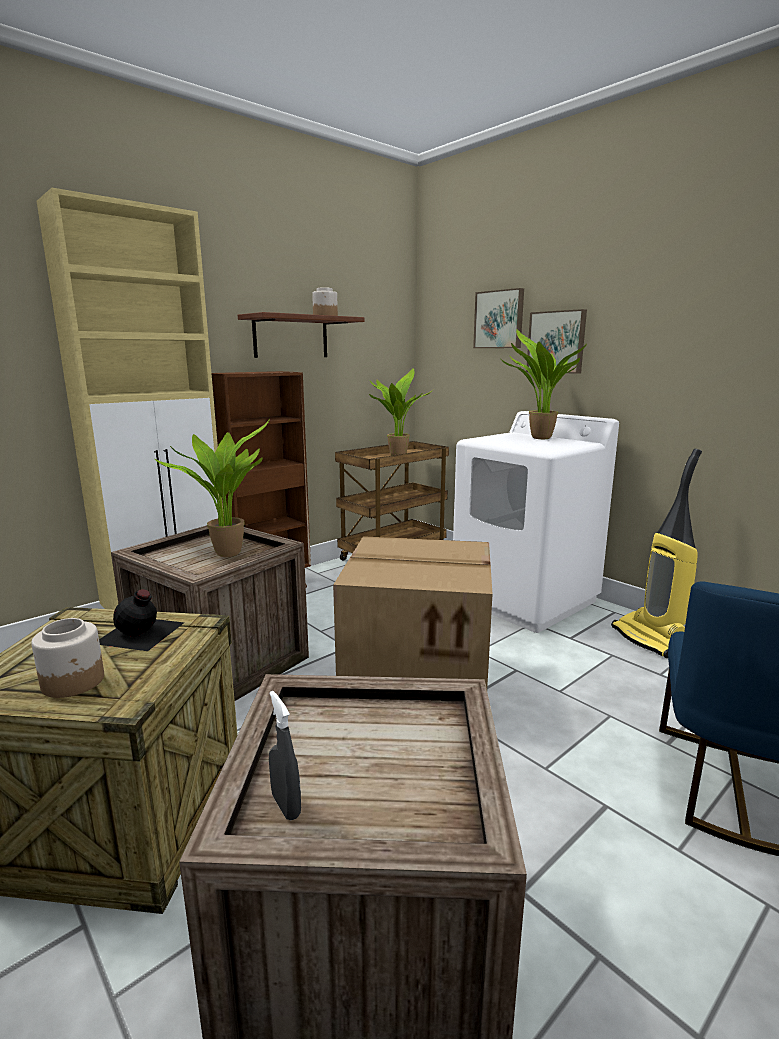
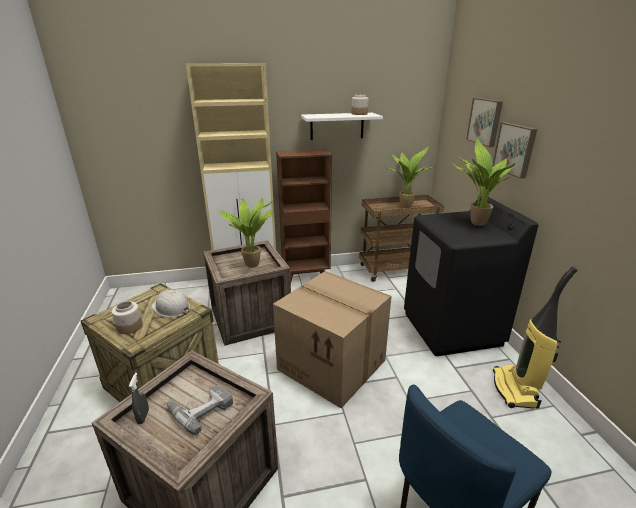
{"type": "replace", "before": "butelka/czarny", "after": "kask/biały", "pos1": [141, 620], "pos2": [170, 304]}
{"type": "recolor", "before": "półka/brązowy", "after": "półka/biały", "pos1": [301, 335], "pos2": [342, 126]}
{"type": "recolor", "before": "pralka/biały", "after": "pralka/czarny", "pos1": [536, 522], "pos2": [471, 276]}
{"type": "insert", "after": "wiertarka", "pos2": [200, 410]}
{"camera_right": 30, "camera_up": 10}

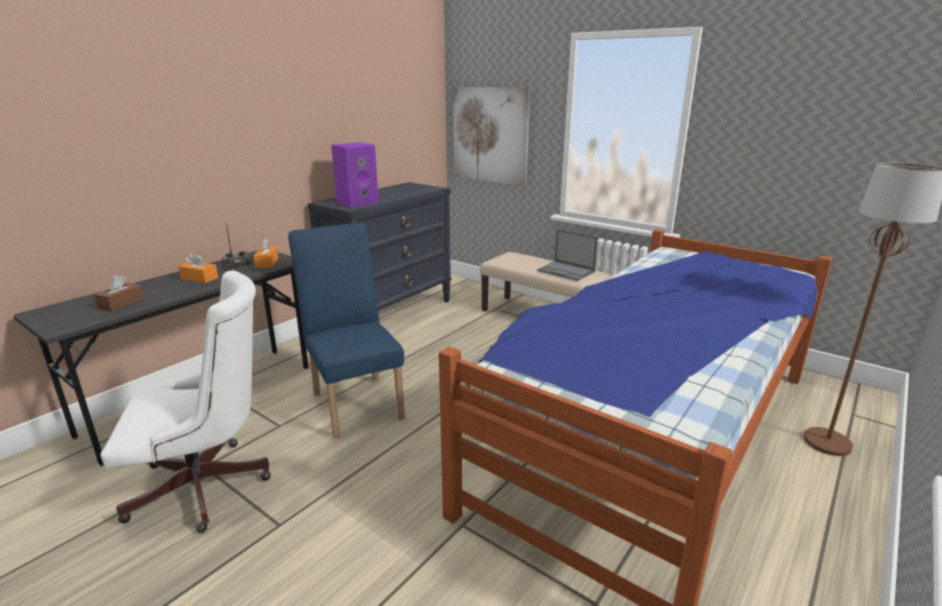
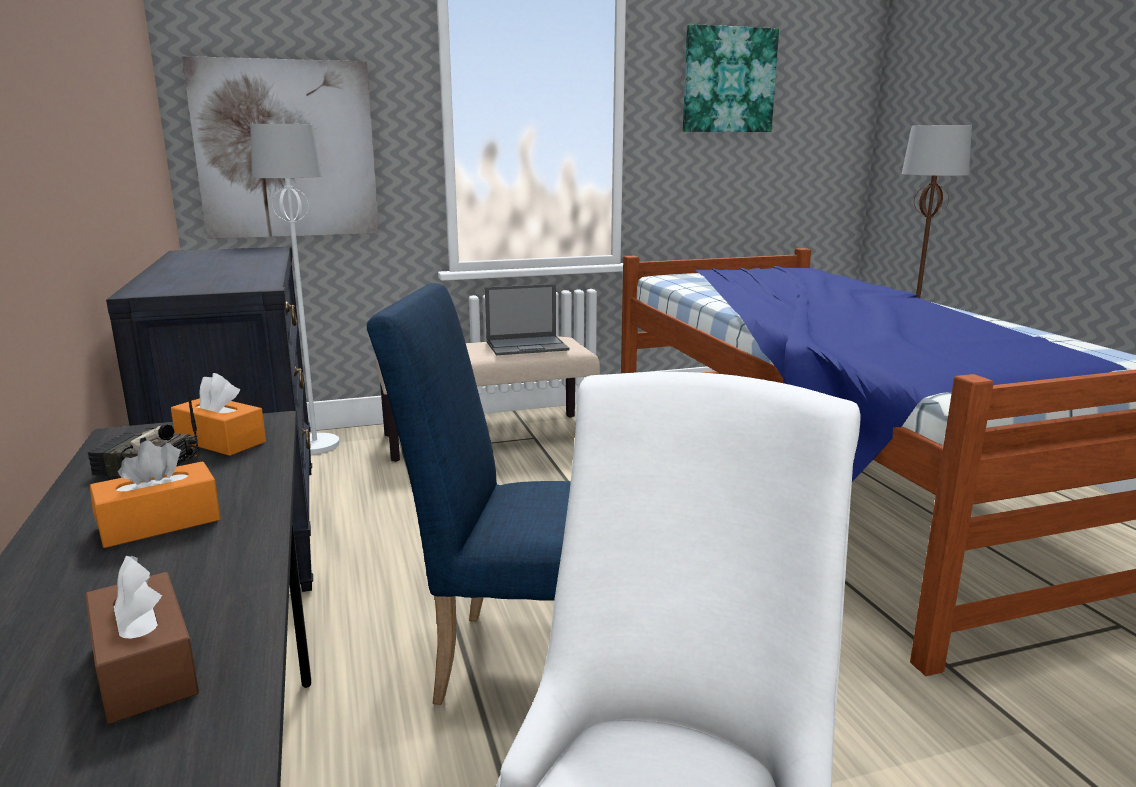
{"type": "delete", "before": "głośnik/fioletowy", "pos1": [355, 174]}
{"type": "insert", "after": "lampa stojąca/biały", "pos2": [295, 289]}
{"type": "insert", "after": "obraz", "pos2": [731, 78]}
{"camera_right": -55, "camera_up": -5}

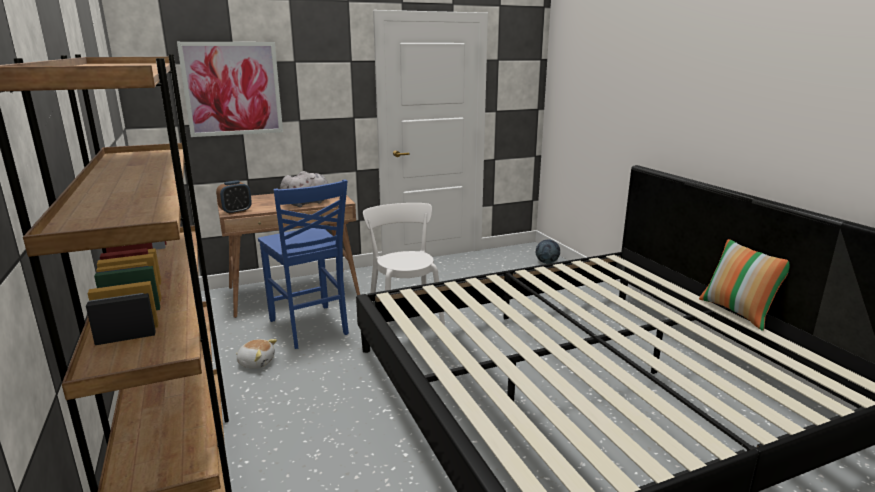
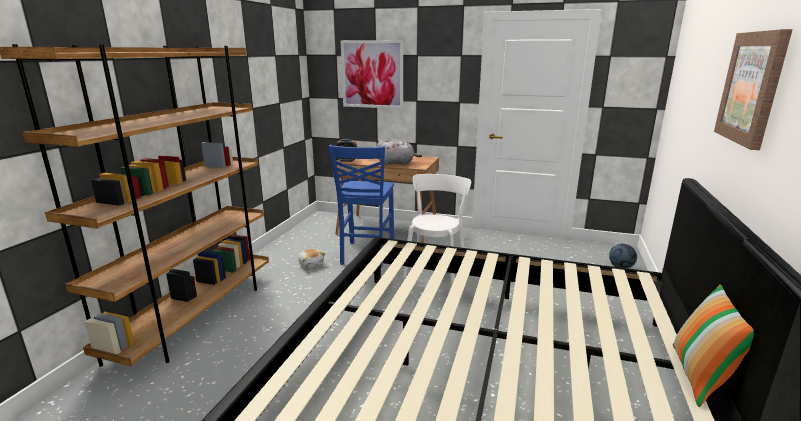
{"type": "insert", "after": "obraz", "pos2": [753, 89]}
{"camera_right": 40, "camera_up": 0}

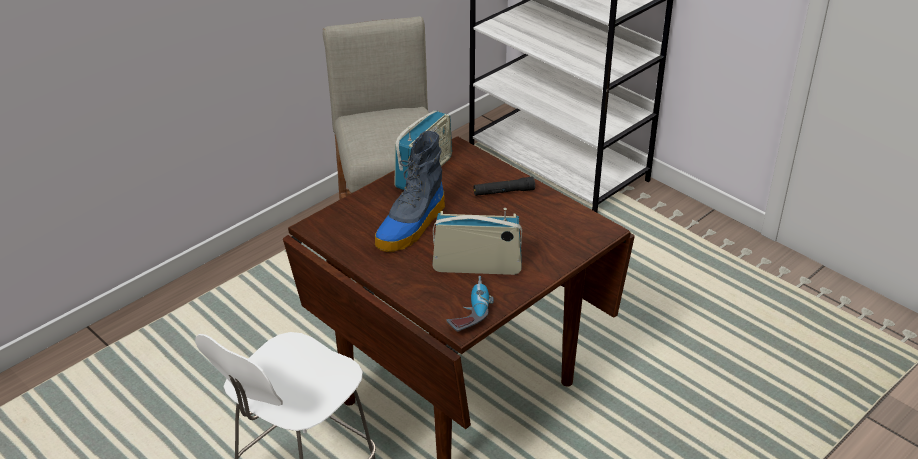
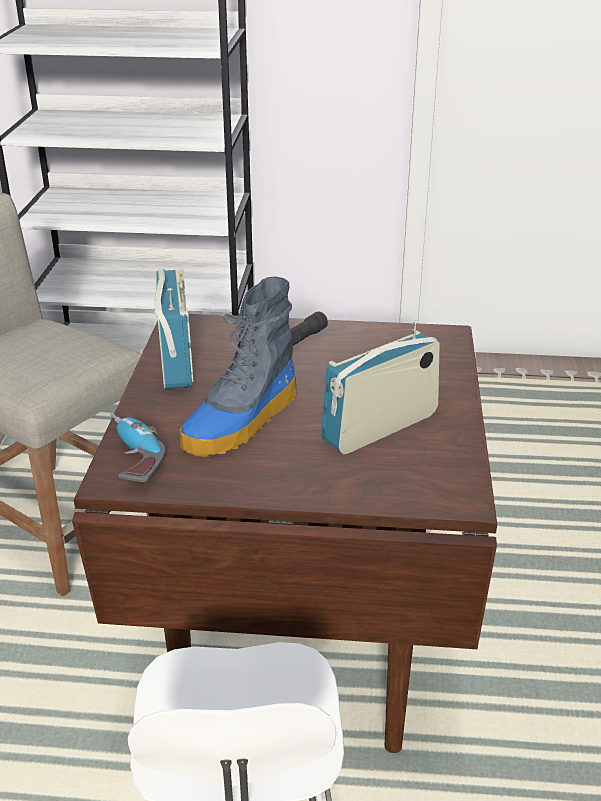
{"type": "rotate", "before": "but z cholewką", "pos1": [410, 191], "pos2": [238, 366], "turn": 45}
{"type": "move", "before": "wiertarka", "pos1": [470, 304], "pos2": [137, 447]}
{"camera_right": -40, "camera_up": -5}

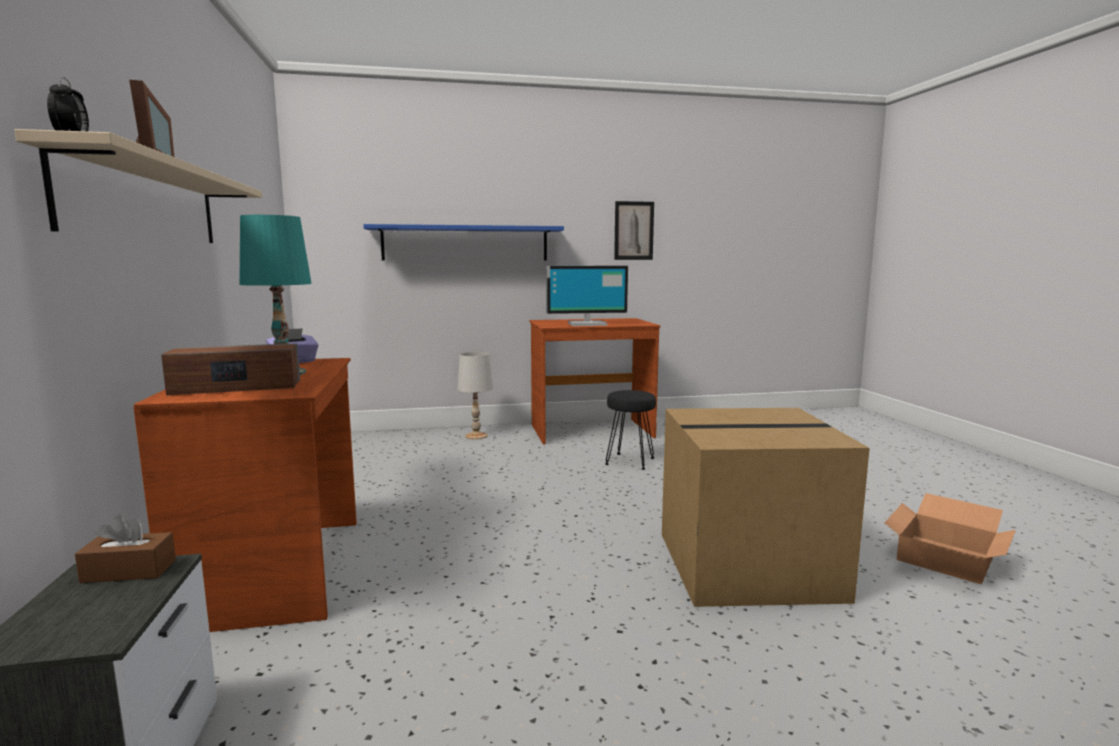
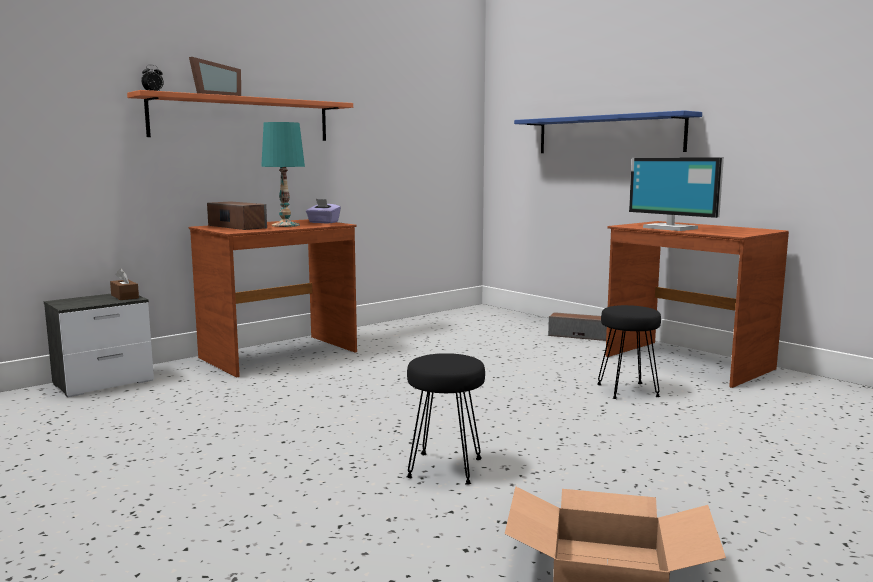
{"type": "recolor", "before": "półka/beżowy", "after": "półka/pomarańczowy", "pos1": [138, 186], "pos2": [240, 115]}
{"type": "replace", "before": "lampa stołowa/biały", "after": "głośnik", "pos1": [475, 395], "pos2": [577, 326]}
{"type": "delete", "before": "obraz", "pos1": [634, 230]}
{"type": "replace", "before": "karton", "after": "stołek/czarny", "pos1": [766, 507], "pos2": [445, 419]}
{"camera_right": 60, "camera_up": 0}

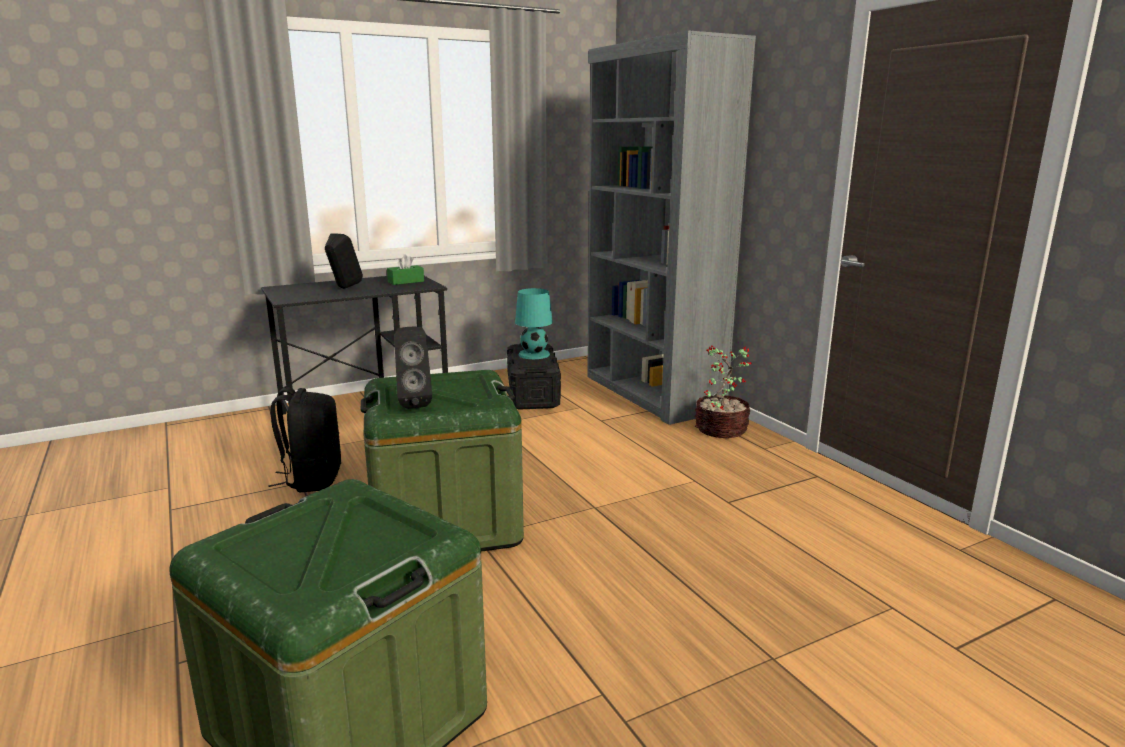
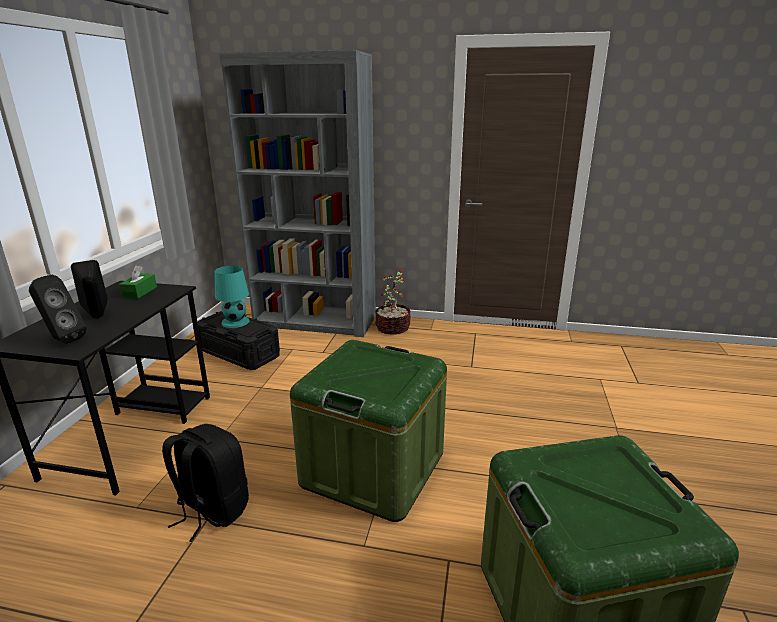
{"type": "move", "before": "głośnik/czarny", "pos1": [413, 368], "pos2": [57, 309]}
{"camera_right": -50, "camera_up": 5}

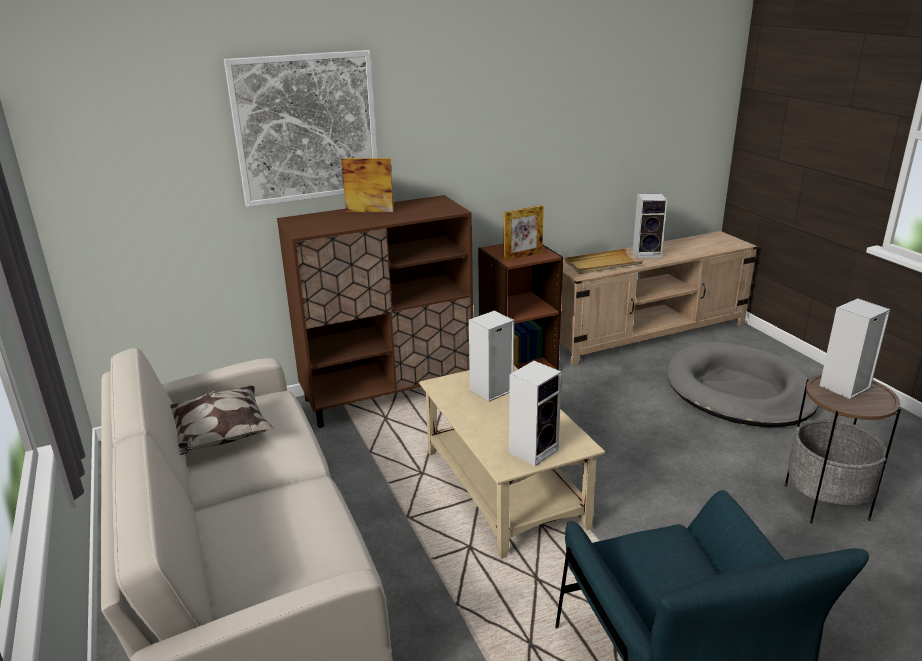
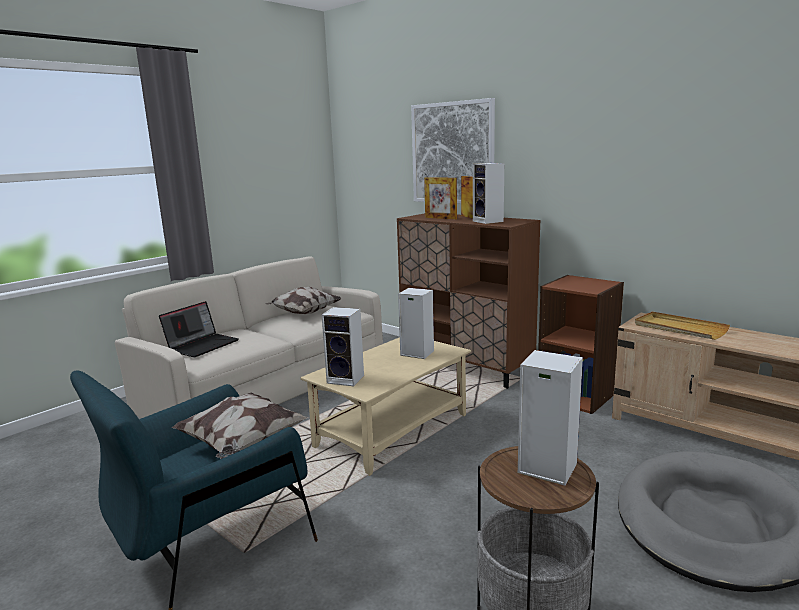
{"type": "move", "before": "ramka na zdjęcie", "pos1": [523, 233], "pos2": [440, 198]}
{"type": "move", "before": "głośnik", "pos1": [650, 226], "pos2": [488, 193]}
{"type": "insert", "after": "laptop", "pos2": [199, 329]}
{"type": "insert", "after": "poduszka", "pos2": [241, 425]}
{"camera_right": 65, "camera_up": -10}

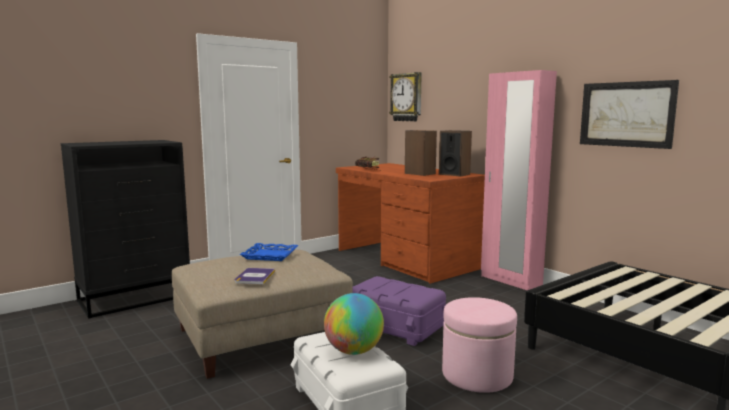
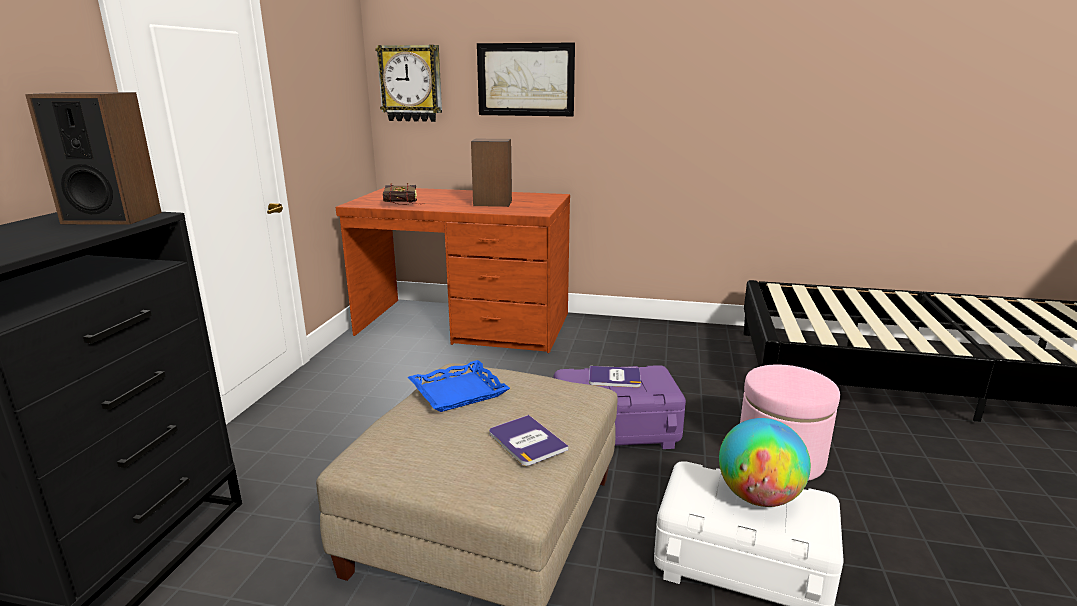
{"type": "move", "before": "głośnik", "pos1": [455, 153], "pos2": [93, 158]}
{"type": "delete", "before": "szafa/różowy", "pos1": [519, 180]}
{"type": "move", "before": "obraz", "pos1": [629, 114], "pos2": [526, 79]}
{"type": "insert", "after": "książka", "pos2": [615, 376]}
{"camera_right": -40, "camera_up": 10}

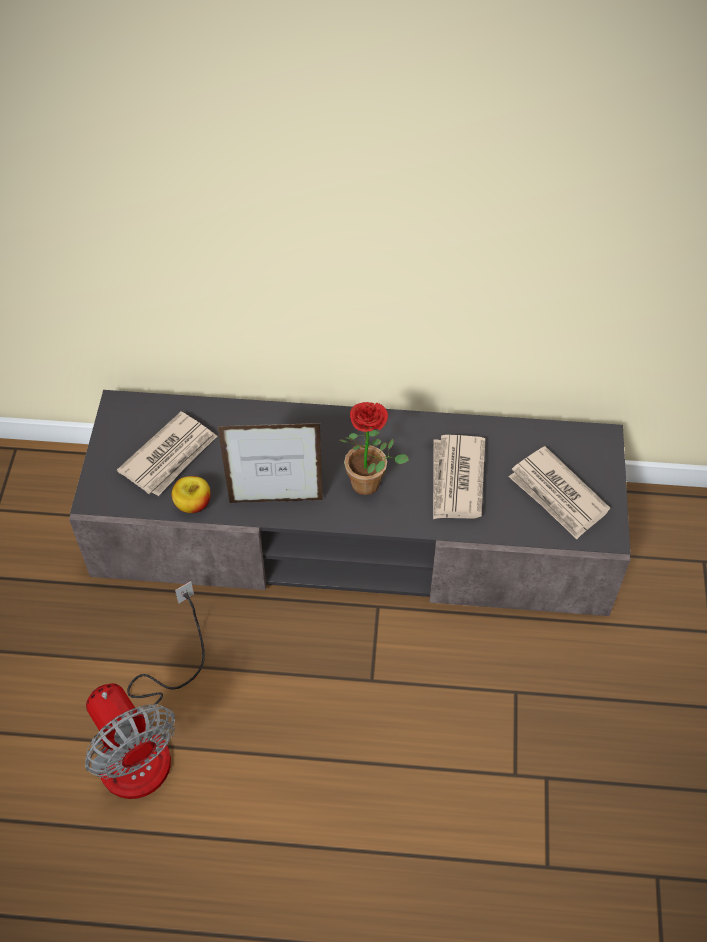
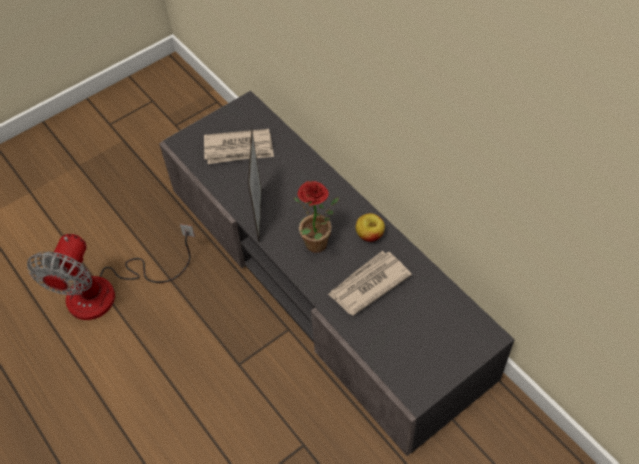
{"type": "move", "before": "jabłko", "pos1": [191, 494], "pos2": [370, 227]}
{"type": "rotate", "before": "ramka na zdjęcie", "pos1": [270, 463], "pos2": [255, 185], "turn": -135}
{"type": "delete", "before": "gazeta", "pos1": [559, 492]}
{"camera_right": 50, "camera_up": 0}

